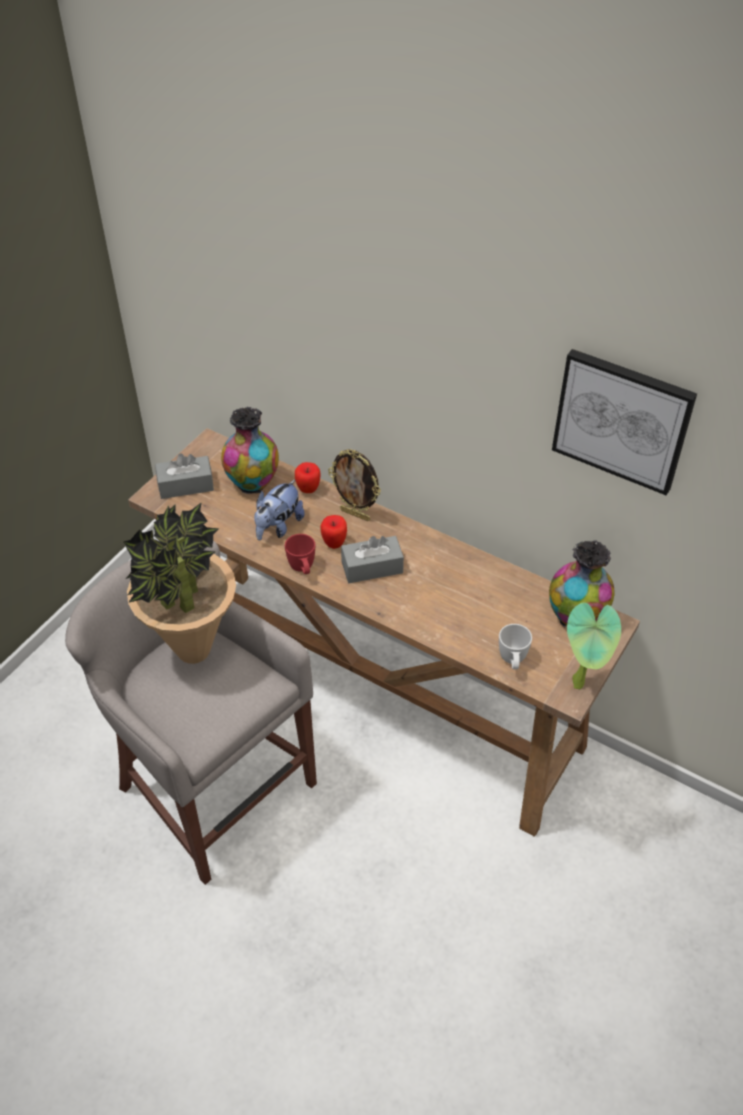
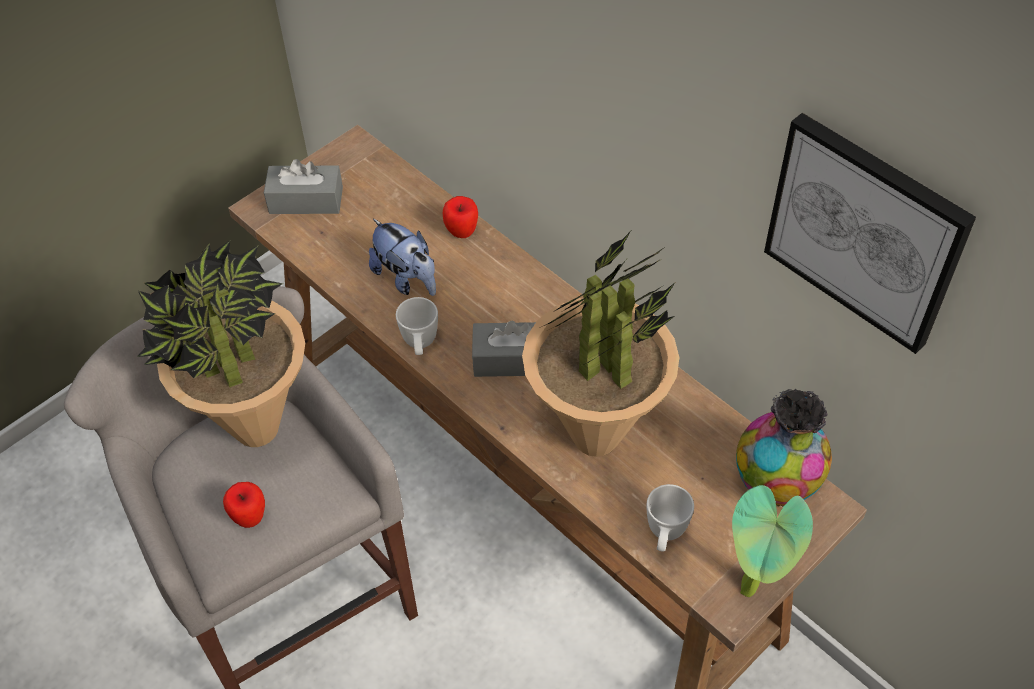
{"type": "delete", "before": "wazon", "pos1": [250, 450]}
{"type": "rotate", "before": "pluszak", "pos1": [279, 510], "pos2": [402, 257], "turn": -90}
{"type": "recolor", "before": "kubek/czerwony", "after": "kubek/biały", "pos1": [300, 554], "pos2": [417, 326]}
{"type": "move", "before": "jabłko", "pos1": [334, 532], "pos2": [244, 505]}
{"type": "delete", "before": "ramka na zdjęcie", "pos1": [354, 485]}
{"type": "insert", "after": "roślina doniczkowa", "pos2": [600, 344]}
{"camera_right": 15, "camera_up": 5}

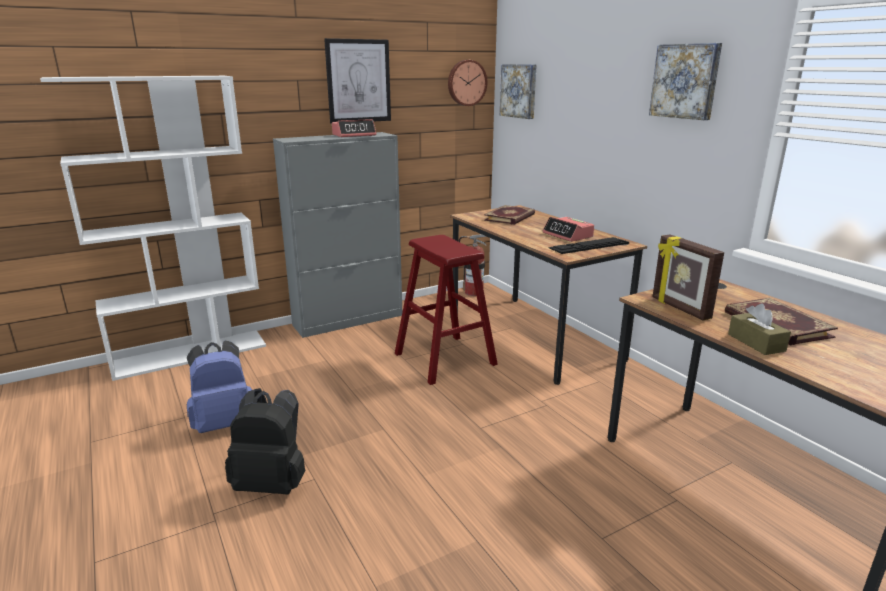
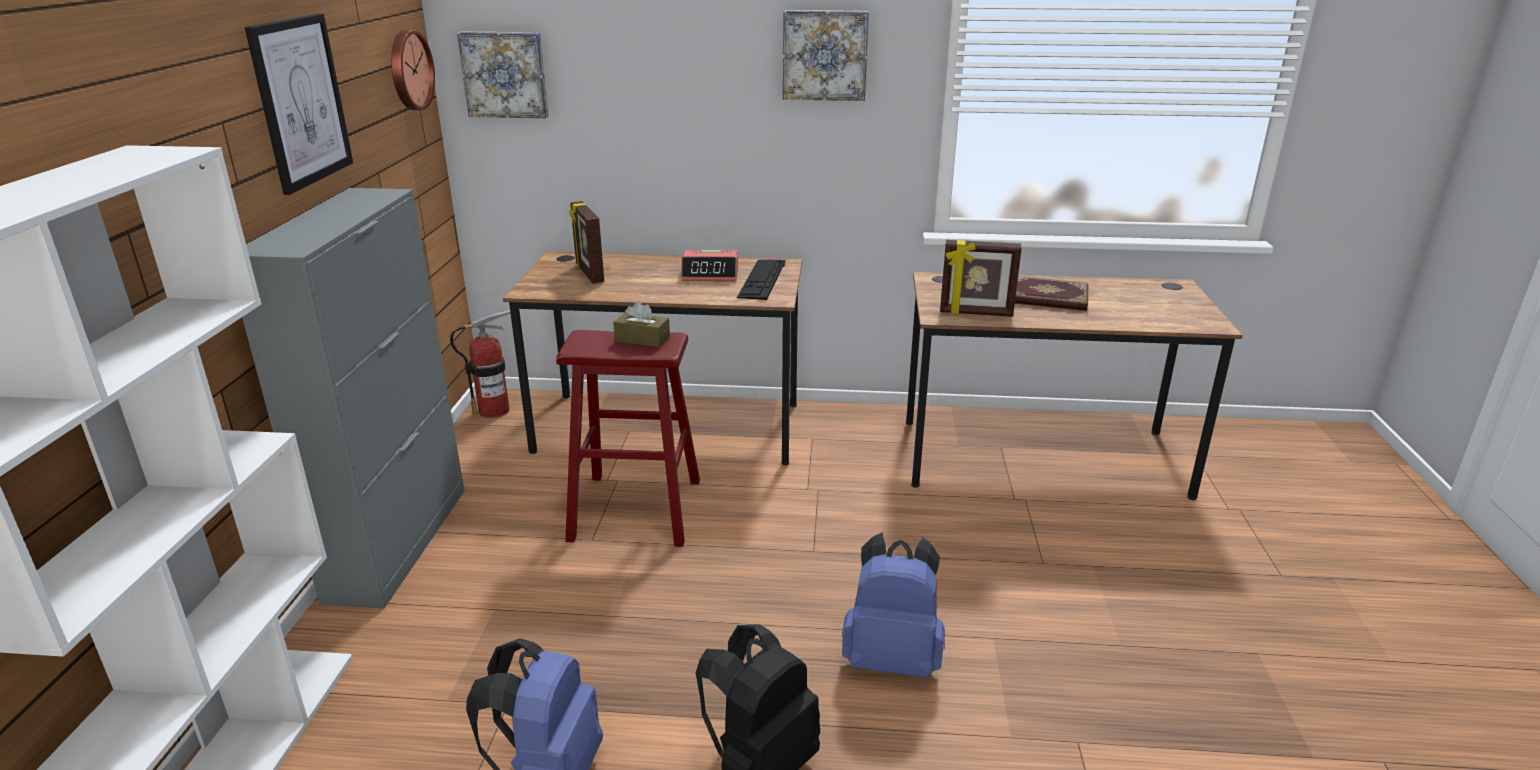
{"type": "delete", "before": "budzik", "pos1": [354, 128]}
{"type": "replace", "before": "książka", "after": "ramka na zdjęcie", "pos1": [509, 215], "pos2": [586, 242]}
{"type": "move", "before": "pudełko chusteczek/brązowy", "pos1": [759, 329], "pos2": [641, 324]}
{"type": "insert", "after": "plecak/niebieski", "pos2": [893, 605]}
{"camera_right": -55, "camera_up": 5}

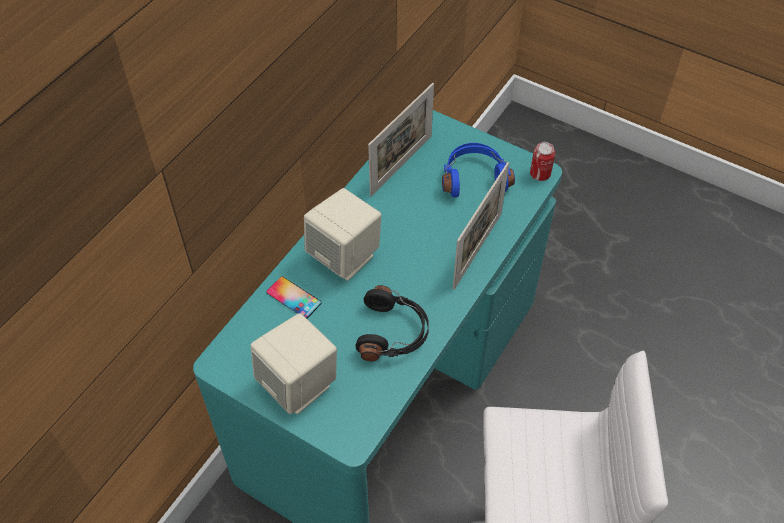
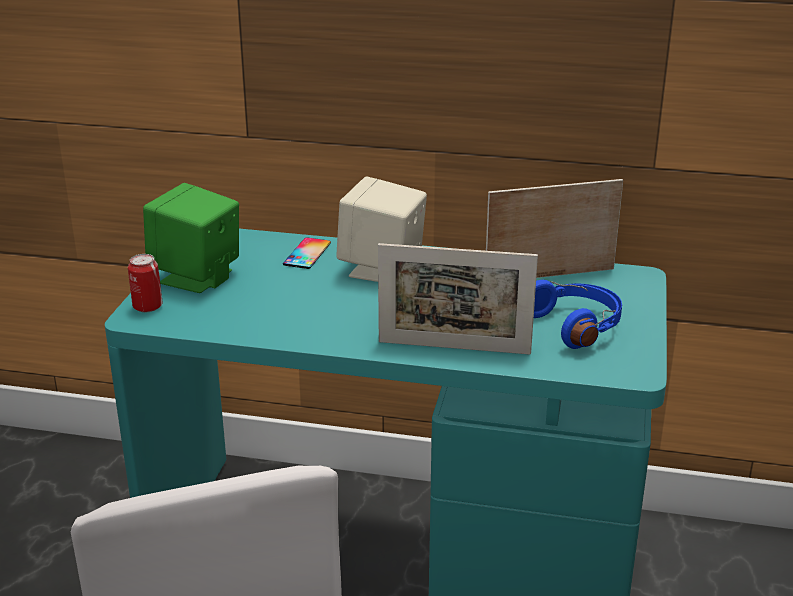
{"type": "recolor", "before": "głośnik/beżowy", "after": "głośnik/zielony", "pos1": [293, 363], "pos2": [191, 238]}
{"type": "delete", "before": "słuchawki/czarny", "pos1": [392, 323]}
{"type": "rotate", "before": "ramka na zdjęcie", "pos1": [401, 139], "pos2": [554, 228], "turn": 150}
{"type": "move", "before": "puszka", "pos1": [542, 161], "pos2": [145, 283]}
{"camera_right": 70, "camera_up": -25}

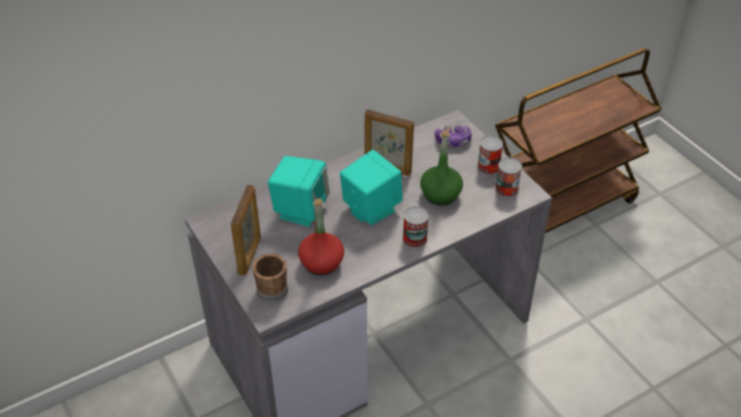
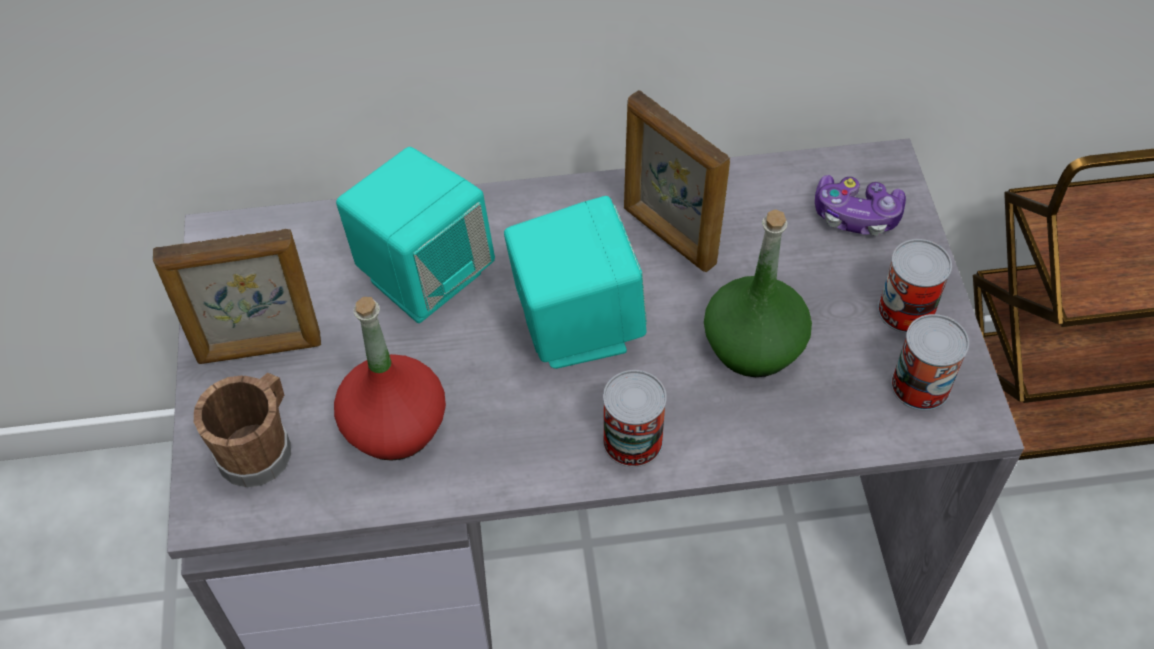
{"type": "rotate", "before": "ramka na zdjęcie", "pos1": [246, 230], "pos2": [237, 296], "turn": 45}
{"camera_right": 25, "camera_up": 10}

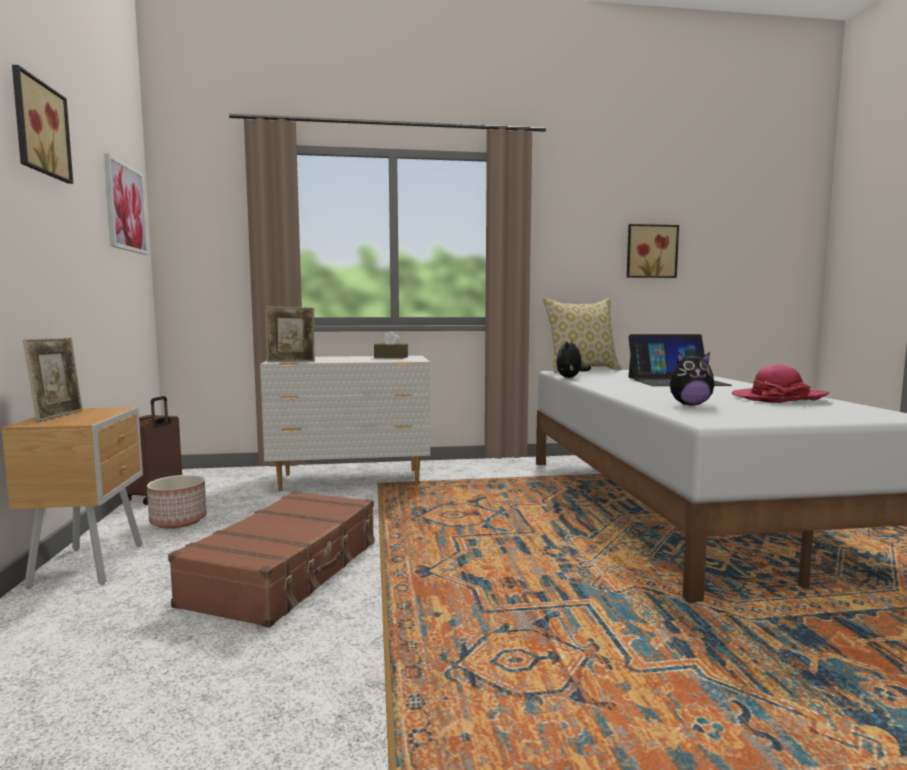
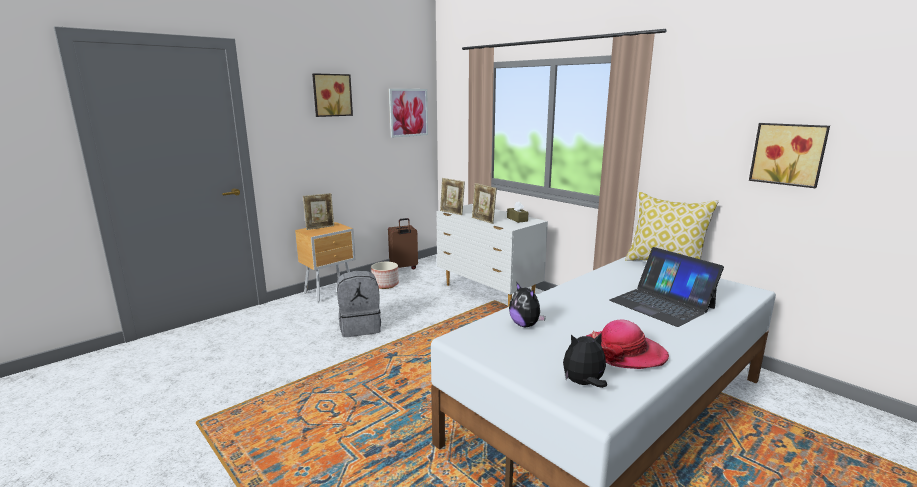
{"type": "replace", "before": "walizka/brązowy", "after": "plecak/szary", "pos1": [271, 559], "pos2": [359, 303]}
{"type": "move", "before": "pluszak", "pos1": [573, 358], "pos2": [585, 360]}
{"type": "insert", "after": "ramka na zdjęcie", "pos2": [484, 203]}
{"camera_right": 55, "camera_up": 10}

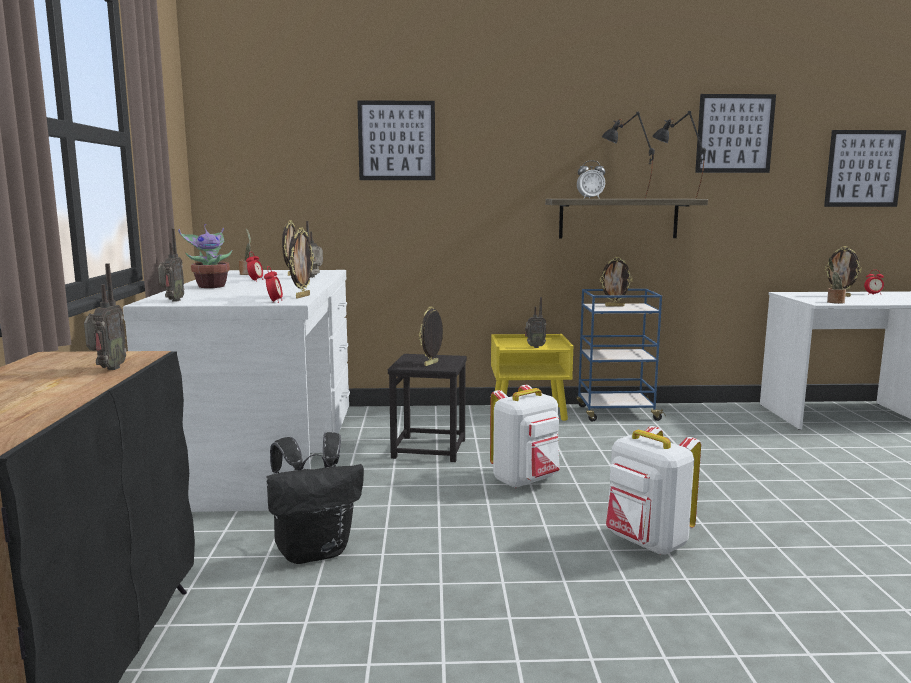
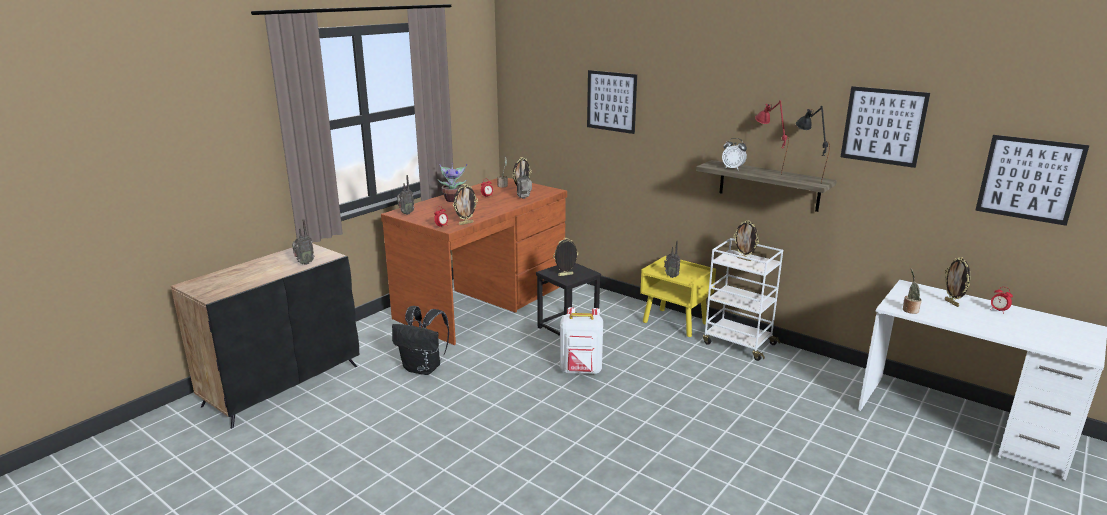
{"type": "recolor", "before": "biurko/biały", "after": "biurko/brązowy", "pos1": [236, 391], "pos2": [474, 261]}
{"type": "recolor", "before": "wózek/niebieski", "after": "wózek/biały", "pos1": [621, 355], "pos2": [743, 299]}
{"type": "recolor", "before": "lampa stołowa/czarny", "after": "lampa stołowa/czerwony", "pos1": [628, 155], "pos2": [772, 137]}
{"type": "delete", "before": "plecak/biały", "pos1": [653, 490]}
{"camera_right": 40, "camera_up": 10}

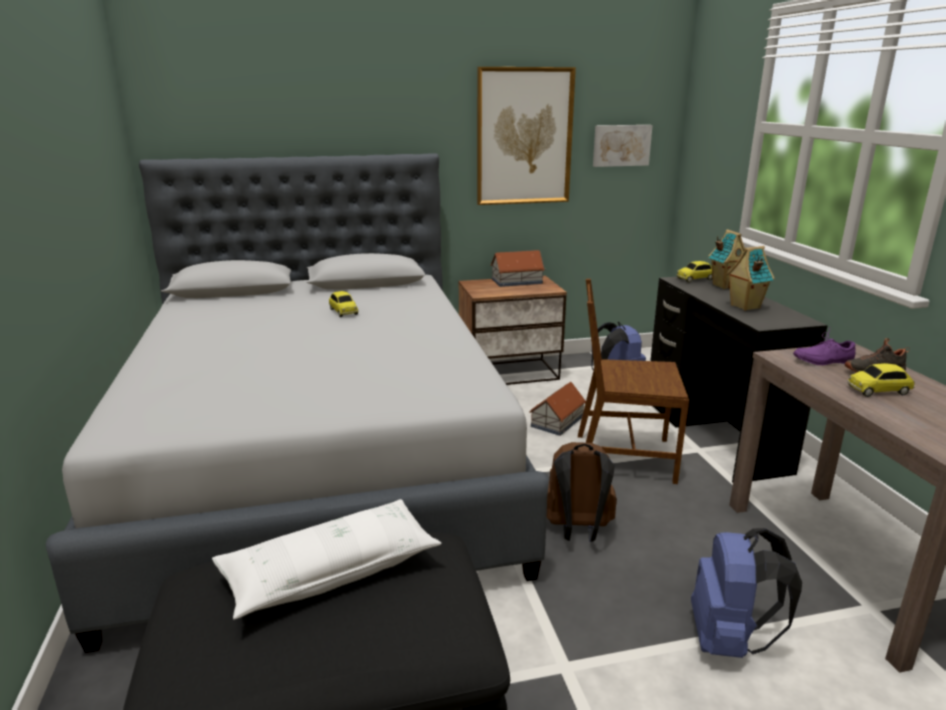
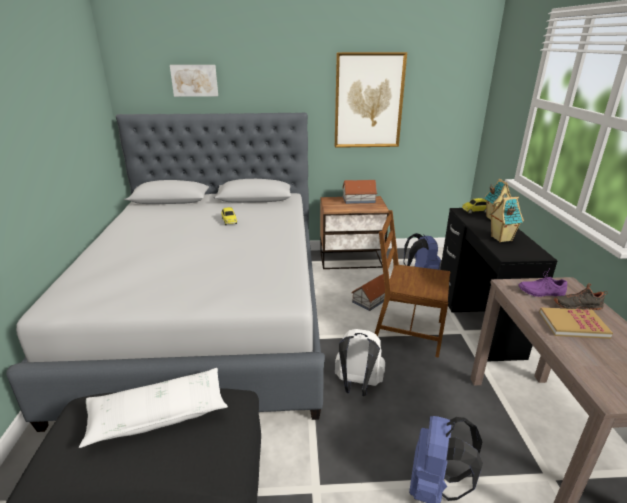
{"type": "recolor", "before": "plecak/brązowy", "after": "plecak/biały", "pos1": [582, 492], "pos2": [360, 362]}
{"type": "move", "before": "obraz", "pos1": [623, 146], "pos2": [194, 81]}
{"type": "replace", "before": "samochodzik", "after": "książka", "pos1": [881, 380], "pos2": [576, 323]}
{"camera_right": 10, "camera_up": 5}

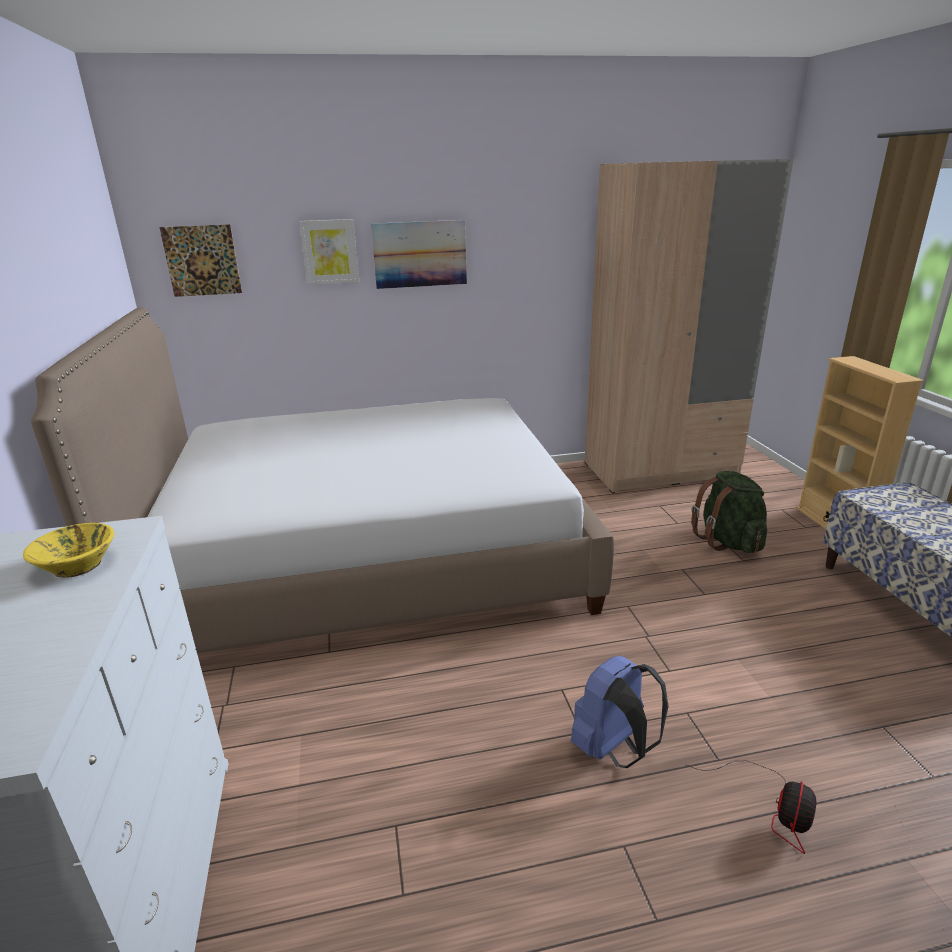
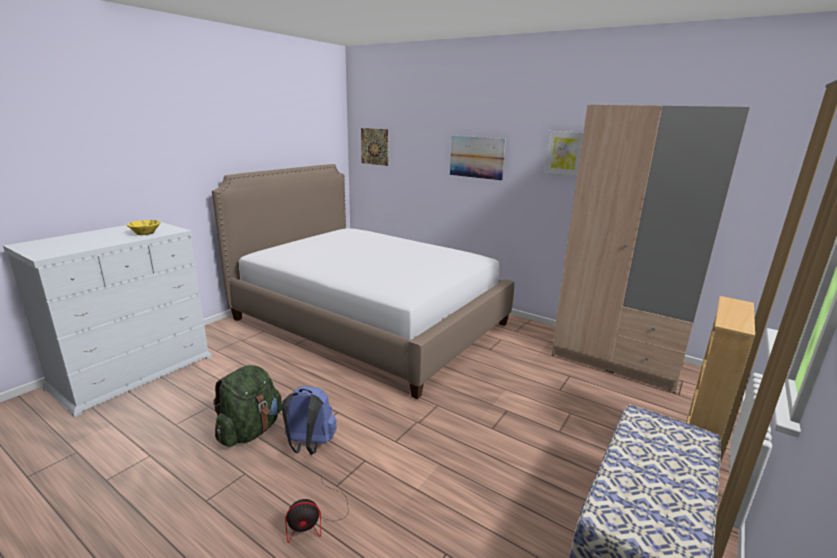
{"type": "move", "before": "obraz", "pos1": [329, 252], "pos2": [563, 153]}
{"type": "move", "before": "plecak/zielony", "pos1": [729, 512], "pos2": [247, 406]}
{"camera_right": 45, "camera_up": -5}

